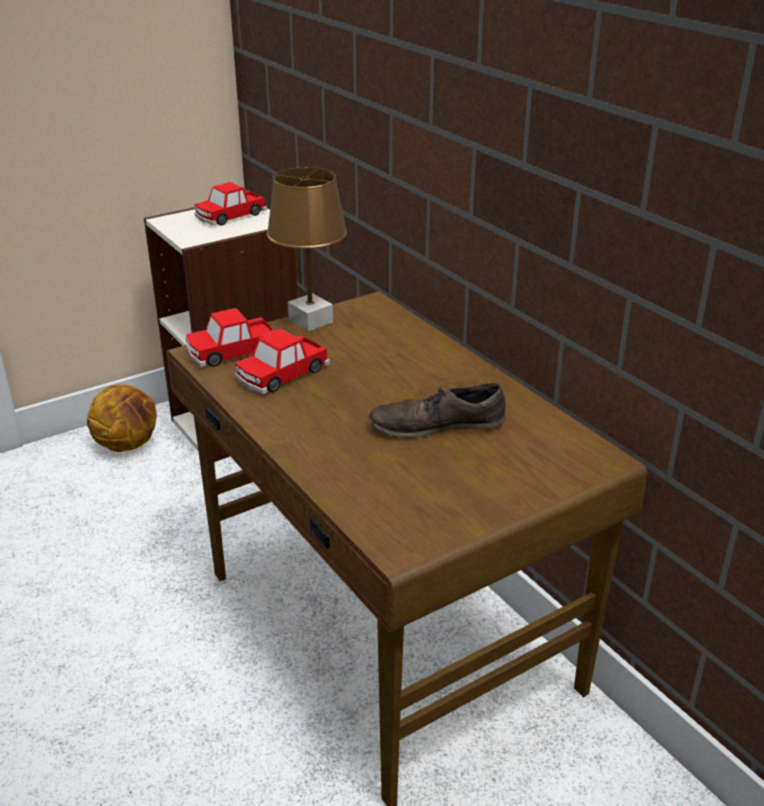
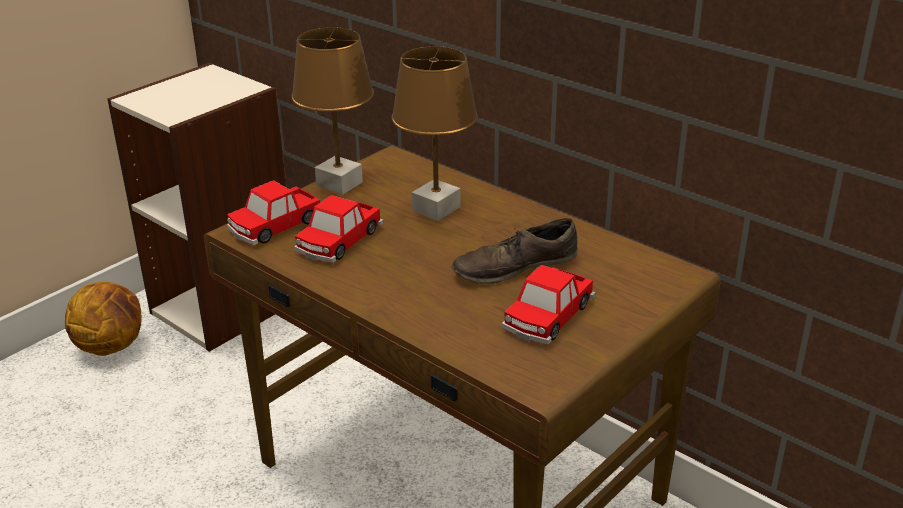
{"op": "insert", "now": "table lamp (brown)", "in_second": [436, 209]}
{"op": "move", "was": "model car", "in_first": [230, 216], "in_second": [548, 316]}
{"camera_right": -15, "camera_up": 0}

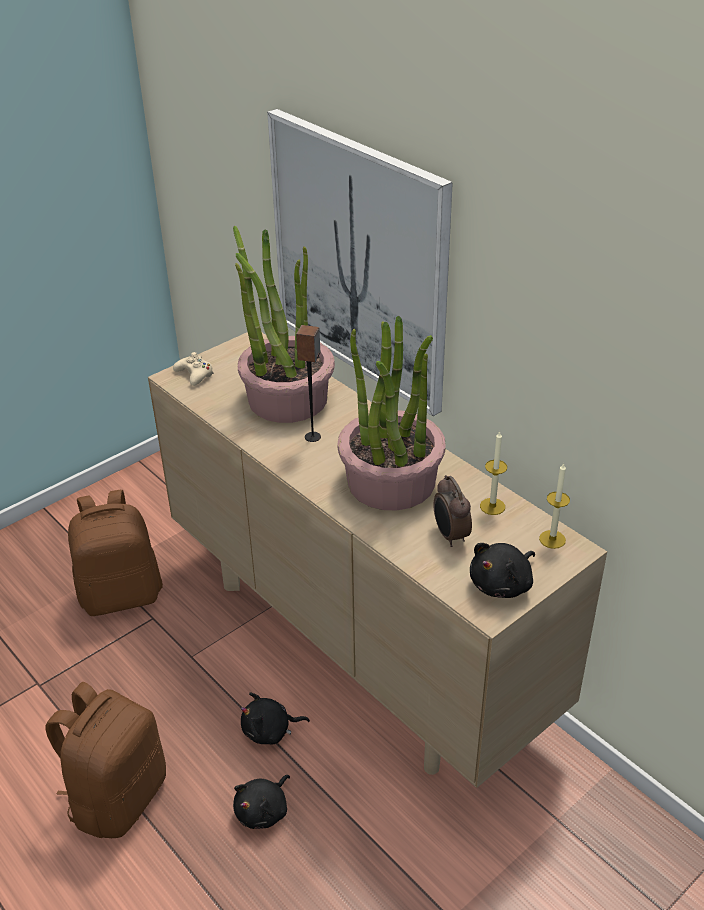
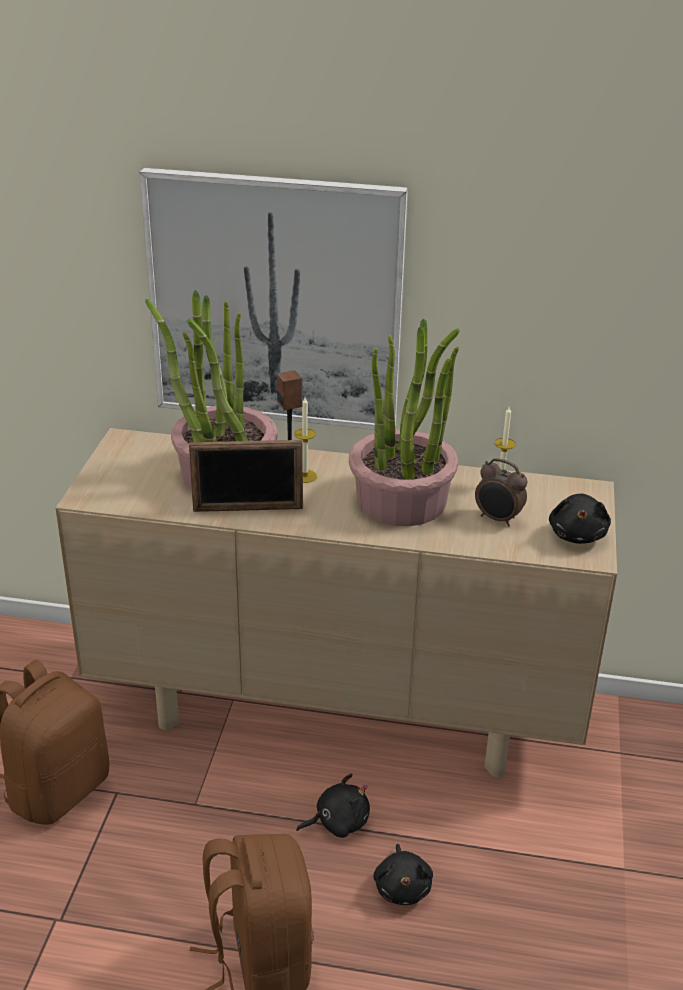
{"op": "insert", "now": "picture frame", "in_second": [248, 509]}
{"op": "move", "was": "wax light", "in_first": [552, 539], "in_second": [304, 476]}
{"op": "rotate", "was": "plush toy (black-coloured)", "in_first": [270, 731], "in_second": [338, 822], "clockwise": -150}
{"op": "delete", "was": "game controller (beige)", "in_first": [195, 374]}
{"camera_right": -40, "camera_up": -5}

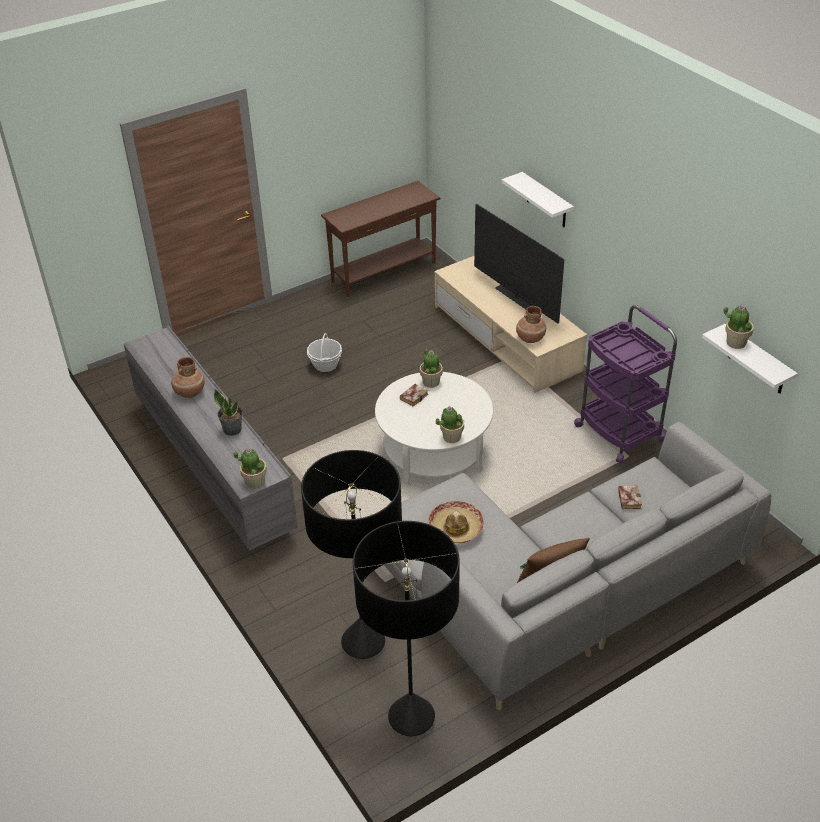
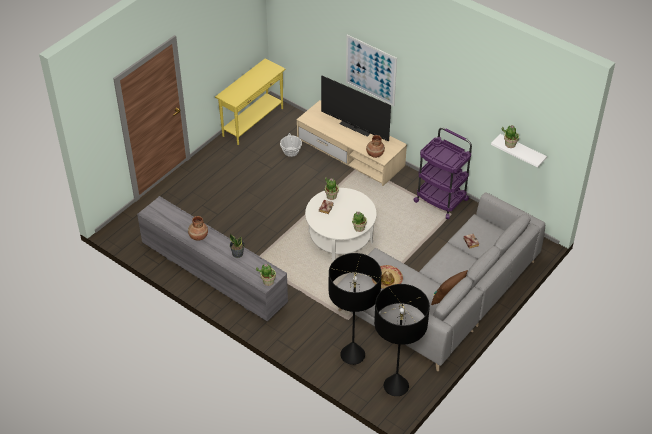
{"op": "recolor", "was": "narrow table (brown)", "now": "narrow table (yellowish)", "in_first": [384, 272], "in_second": [253, 122]}
{"op": "move", "was": "basket", "in_first": [325, 364], "in_second": [291, 151]}
{"op": "replace", "was": "wall shelf (whitish)", "now": "wall picture", "in_first": [546, 201], "in_second": [370, 70]}
{"camera_right": -20, "camera_up": 5}

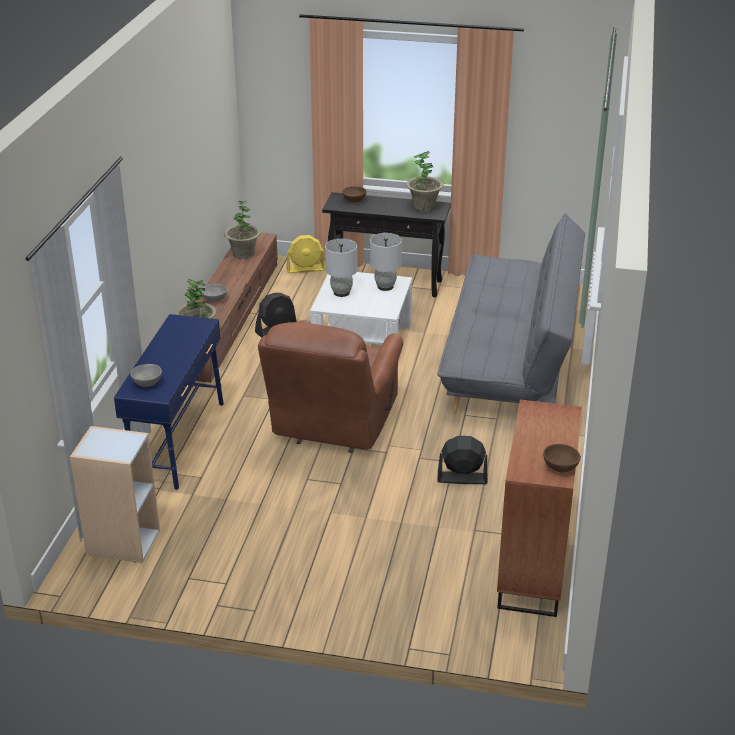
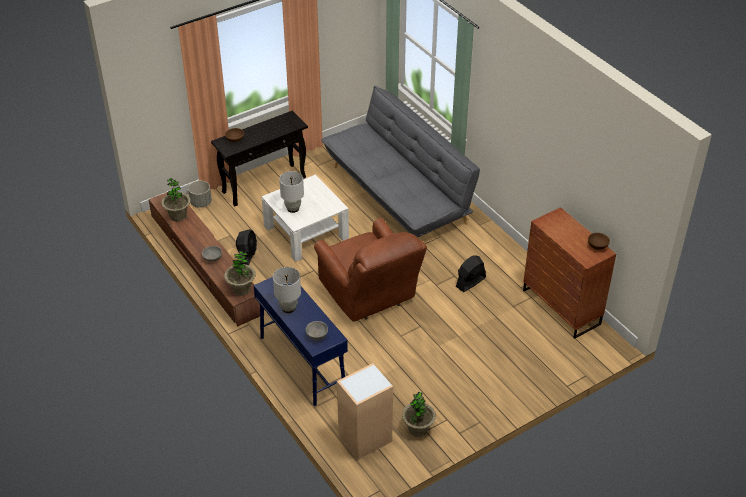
{"op": "replace", "was": "electric fan (yellowish)", "now": "planter (grey)", "in_first": [306, 269], "in_second": [201, 203]}
{"op": "move", "was": "table lamp (whitish)", "in_first": [385, 286], "in_second": [288, 308]}
{"op": "move", "was": "potted plant", "in_first": [424, 206], "in_second": [418, 429]}
{"camera_right": -45, "camera_up": 10}

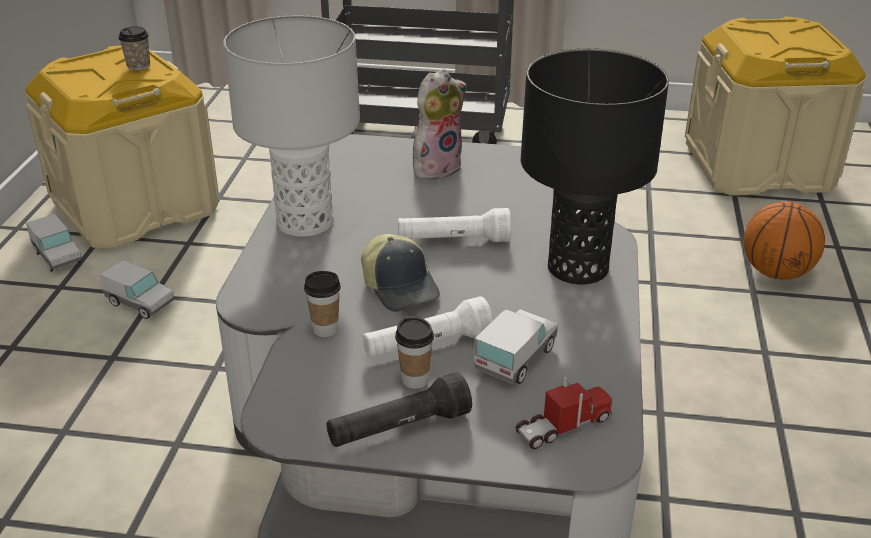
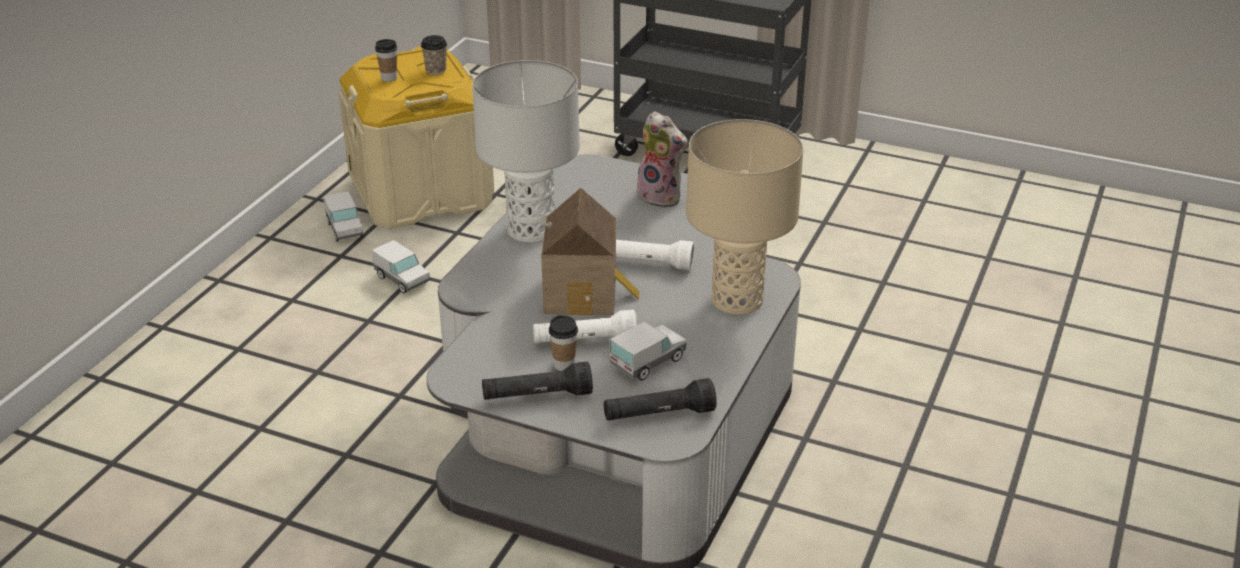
{"op": "move", "was": "drinking cup", "in_first": [325, 329], "in_second": [389, 78]}
{"op": "replace", "was": "cap", "now": "toy house", "in_first": [401, 287], "in_second": [585, 294]}
{"op": "replace", "was": "model truck", "now": "torch (black-coloured)", "in_first": [563, 426], "in_second": [658, 415]}
{"op": "rotate", "was": "plush toy", "in_first": [436, 167], "in_second": [662, 197], "clockwise": 60}
{"op": "recolor", "was": "table lamp (black-coloured)", "now": "table lamp (beige)", "in_first": [579, 267], "in_second": [738, 299]}
{"op": "delete", "was": "storage bin (beige)", "in_first": [758, 166]}
{"op": "delete", "was": "ball for basketball", "in_first": [776, 272]}
{"camera_right": 15, "camera_up": 0}

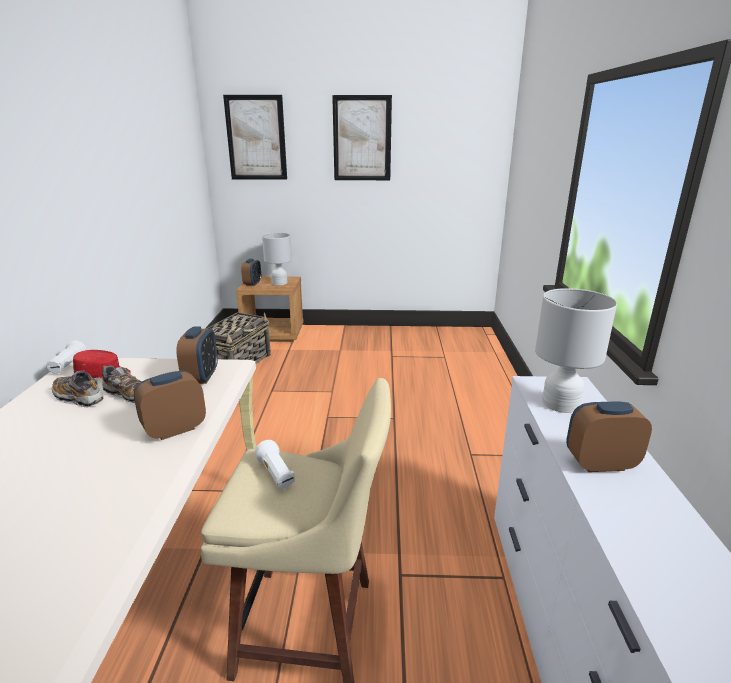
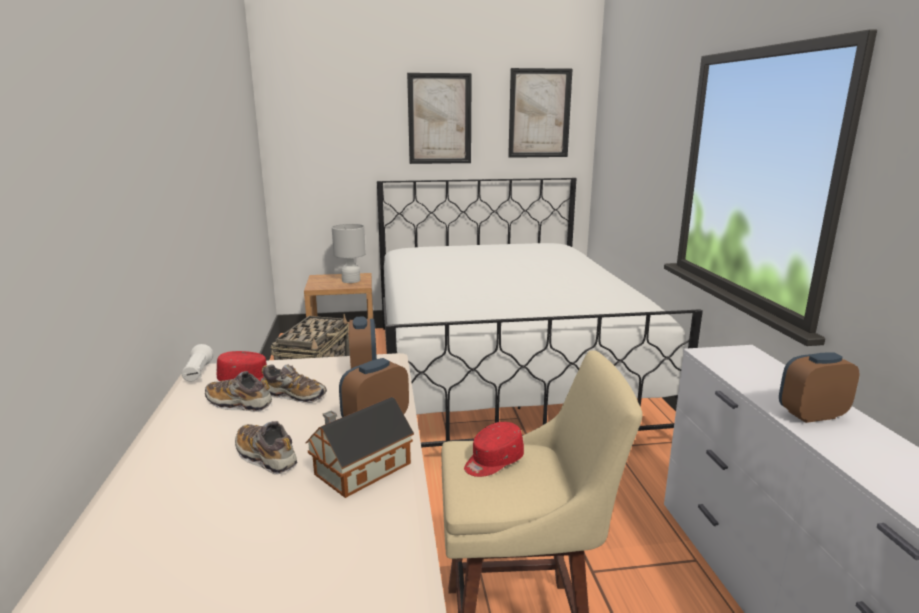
{"op": "insert", "now": "item of footwear", "in_second": [266, 457]}
{"op": "insert", "now": "toy house", "in_second": [359, 470]}
{"op": "insert", "now": "bed (whitish)", "in_second": [502, 374]}
{"op": "replace", "was": "torch (whitish)", "now": "cap (red)", "in_first": [276, 474], "in_second": [493, 461]}
{"op": "move", "was": "wall picture", "in_first": [256, 138], "in_second": [539, 113]}
{"op": "delete", "was": "table clock", "in_first": [252, 283]}
{"op": "delete", "was": "table lamp (grey)", "in_first": [560, 403]}
{"camera_right": -10, "camera_up": -5}

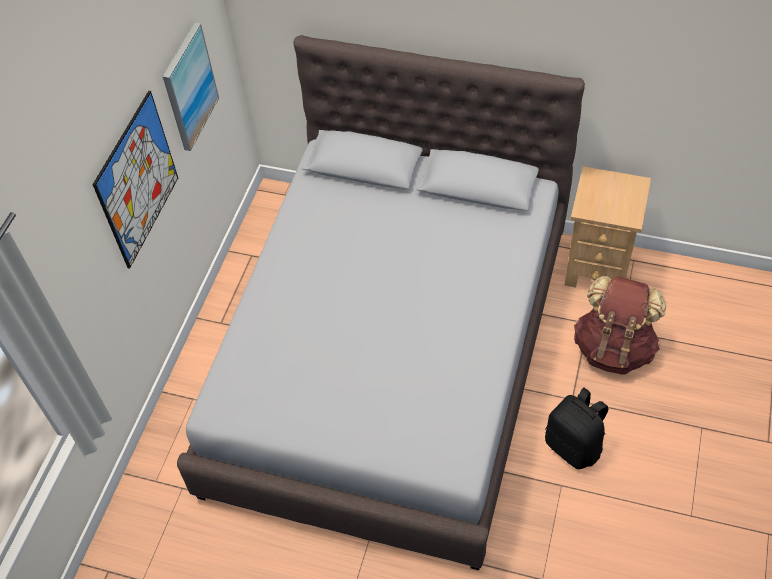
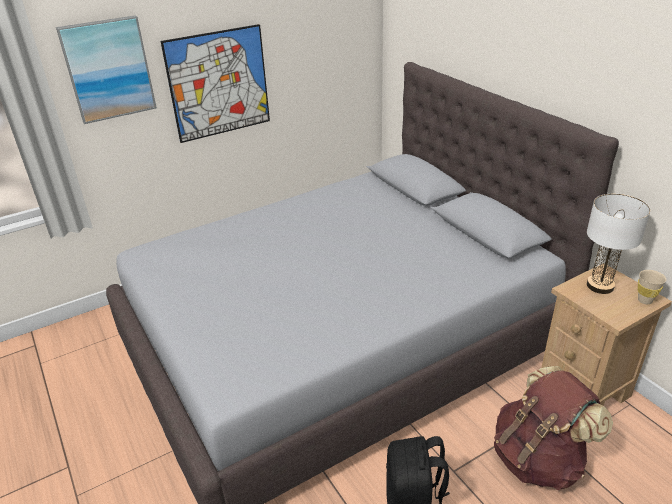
{"op": "move", "was": "wall picture", "in_first": [189, 87], "in_second": [108, 69]}
{"op": "insert", "now": "table lamp", "in_second": [600, 286]}
{"op": "insert", "now": "drinking cup (beige)", "in_second": [644, 300]}
{"camera_right": 40, "camera_up": -20}

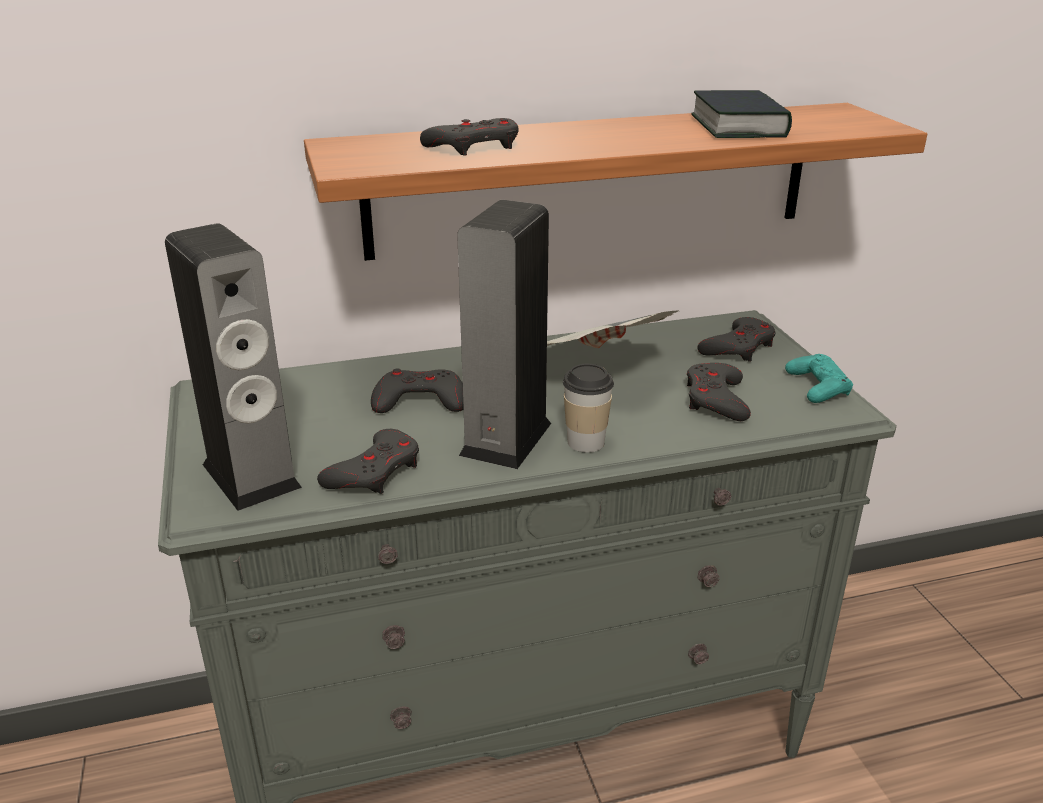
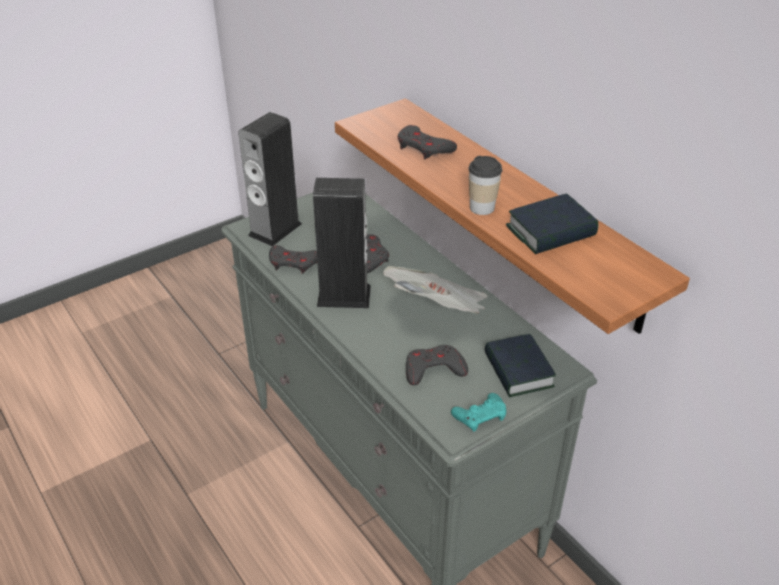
{"op": "move", "was": "drinking cup", "in_first": [585, 442], "in_second": [482, 208]}
{"op": "replace", "was": "game controller (grey)", "now": "volume", "in_first": [738, 347], "in_second": [518, 371]}
{"camera_right": 70, "camera_up": 10}

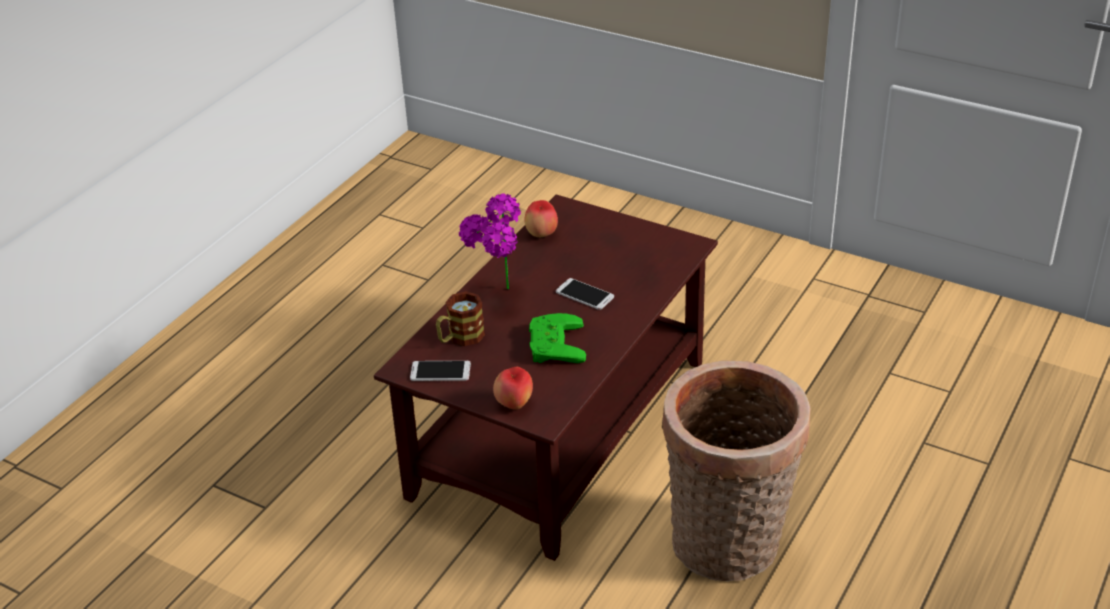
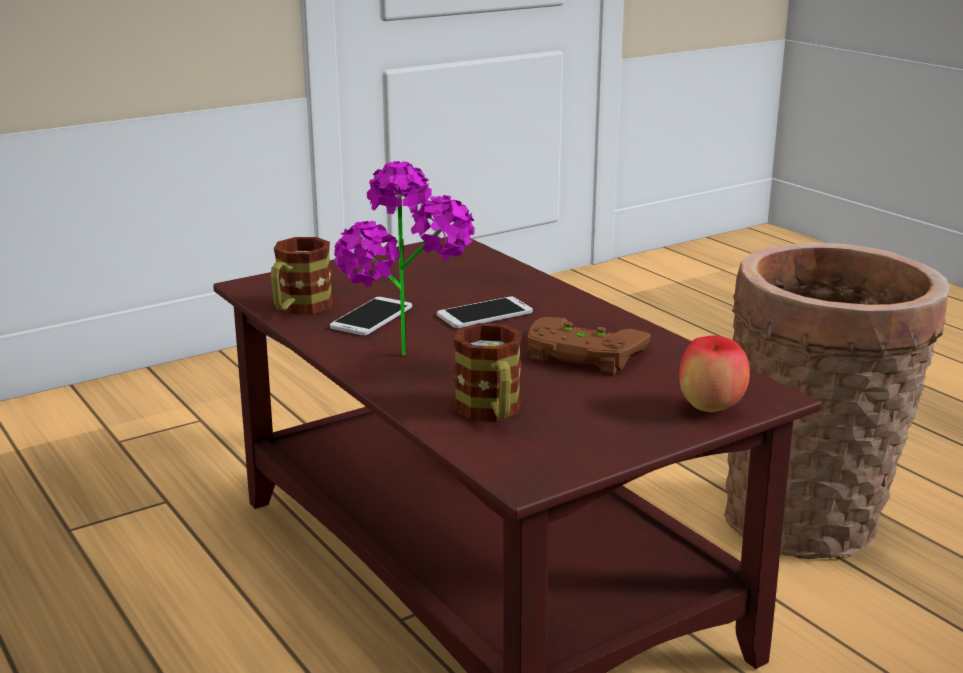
{"op": "replace", "was": "whole apple", "now": "coffee mug", "in_first": [541, 234], "in_second": [299, 308]}
{"op": "move", "was": "handset", "in_first": [440, 371], "in_second": [371, 317]}
{"op": "recolor", "was": "game controller (green-coloured)", "now": "game controller (brown)", "in_first": [552, 344], "in_second": [581, 355]}
{"camera_right": -65, "camera_up": -15}

